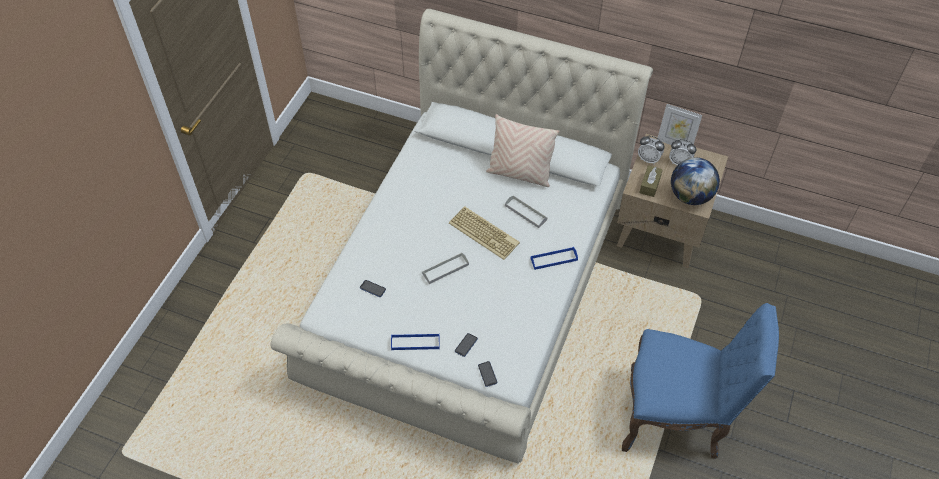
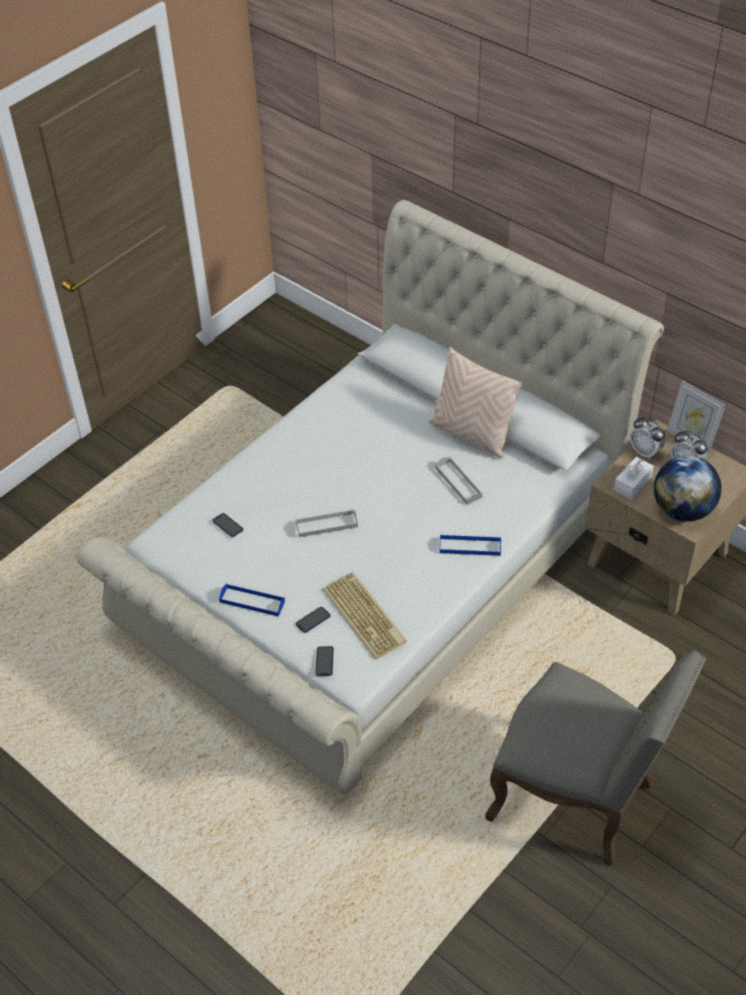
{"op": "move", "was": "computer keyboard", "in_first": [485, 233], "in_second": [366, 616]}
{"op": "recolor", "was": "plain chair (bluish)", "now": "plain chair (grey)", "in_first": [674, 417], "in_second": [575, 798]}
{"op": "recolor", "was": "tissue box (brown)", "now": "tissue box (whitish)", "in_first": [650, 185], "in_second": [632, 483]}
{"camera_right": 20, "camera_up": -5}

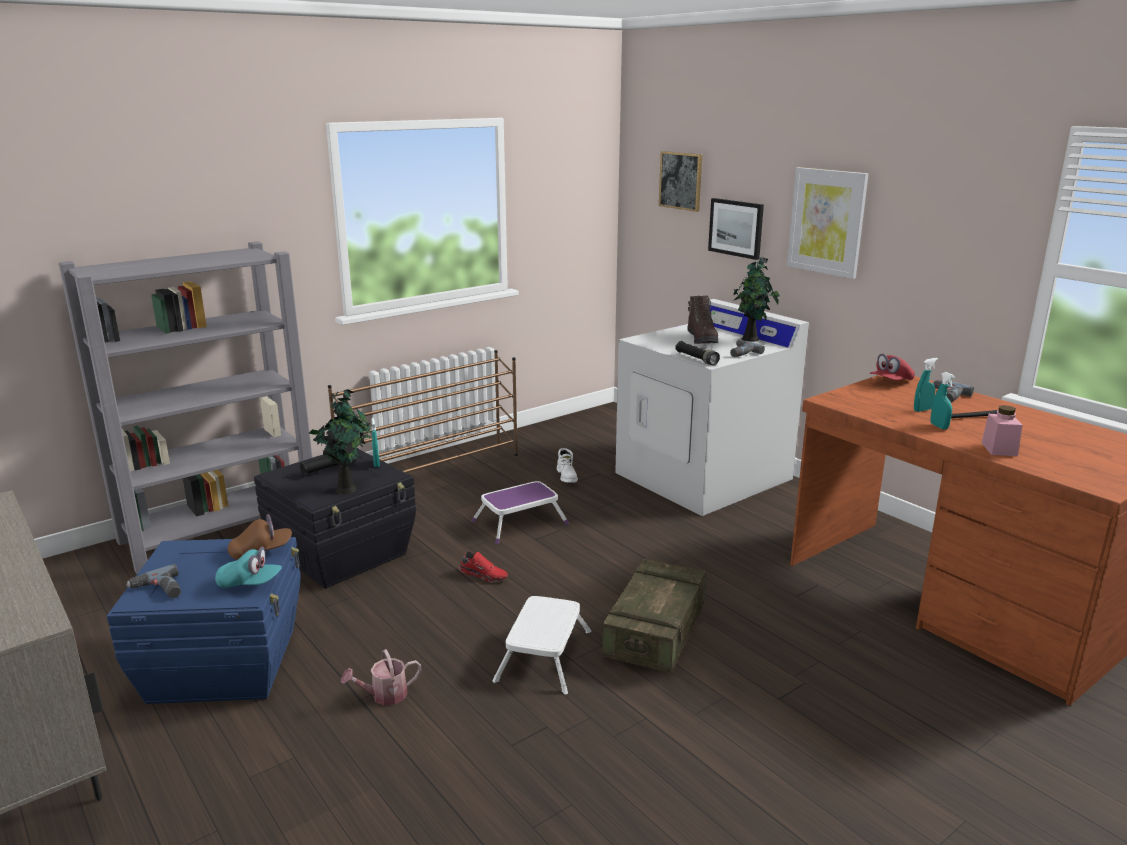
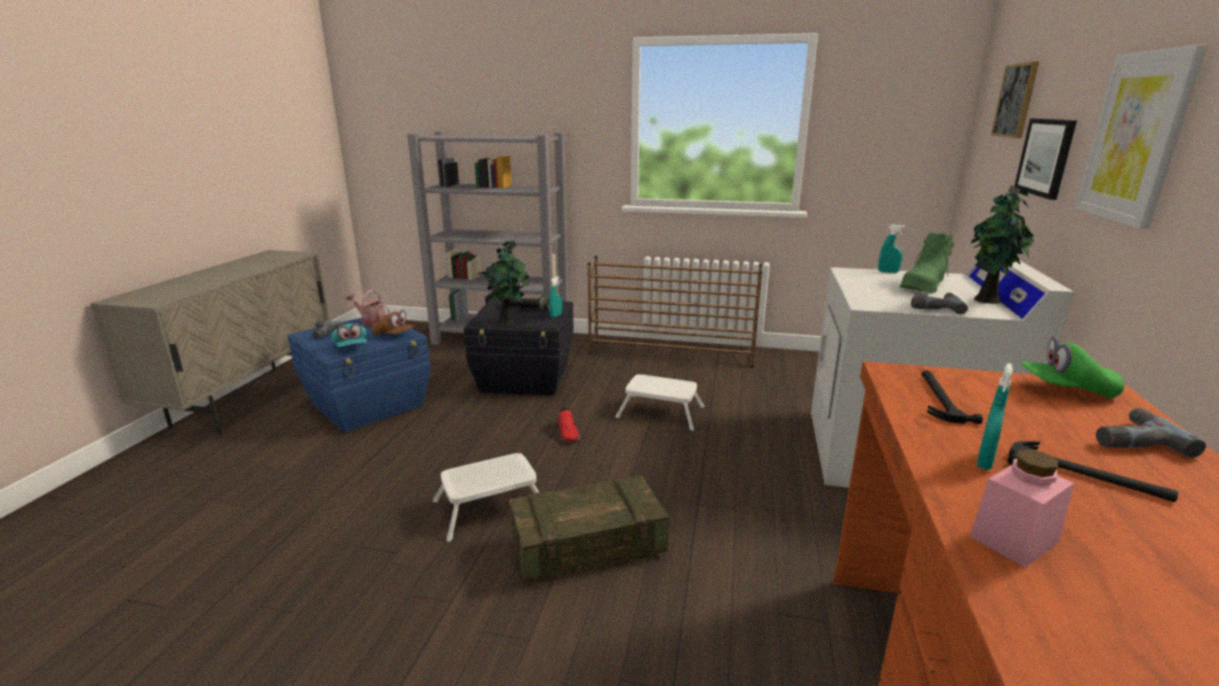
{"op": "move", "was": "watering pot", "in_first": [384, 696], "in_second": [371, 322]}
{"op": "recolor", "was": "step ladder (purplish)", "now": "step ladder (whitish)", "in_first": [519, 522], "in_second": [660, 411]}
{"op": "move", "was": "hand sprayer (turquoise-coloured)", "in_first": [922, 410], "in_second": [888, 272]}
{"op": "recolor", "was": "high-top boot (brown)", "now": "high-top boot (green-coloured)", "in_first": [702, 339], "in_second": [924, 286]}
{"op": "insert", "now": "hand hammer", "in_second": [939, 398]}
{"op": "recolor", "was": "cap (red)", "now": "cap (green-coloured)", "in_first": [891, 382], "in_second": [1066, 390]}
{"op": "delete", "was": "high-top boot (whitish)", "in_first": [567, 476]}
{"op": "delete", "was": "torch (black-coloured)", "in_first": [696, 359]}
{"camera_right": 50, "camera_up": 0}

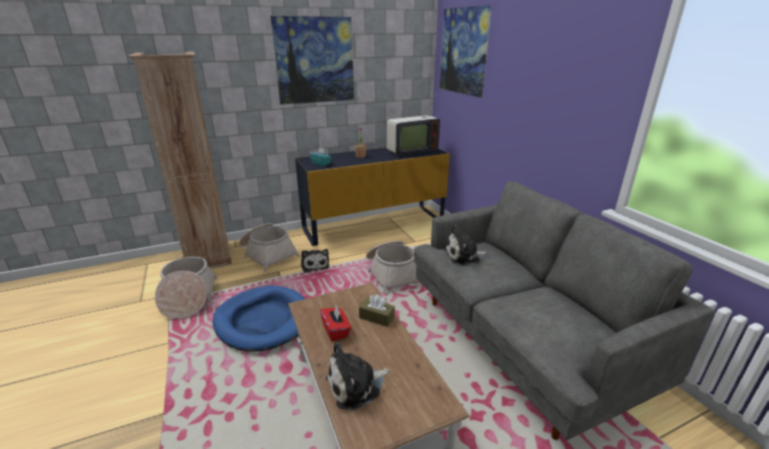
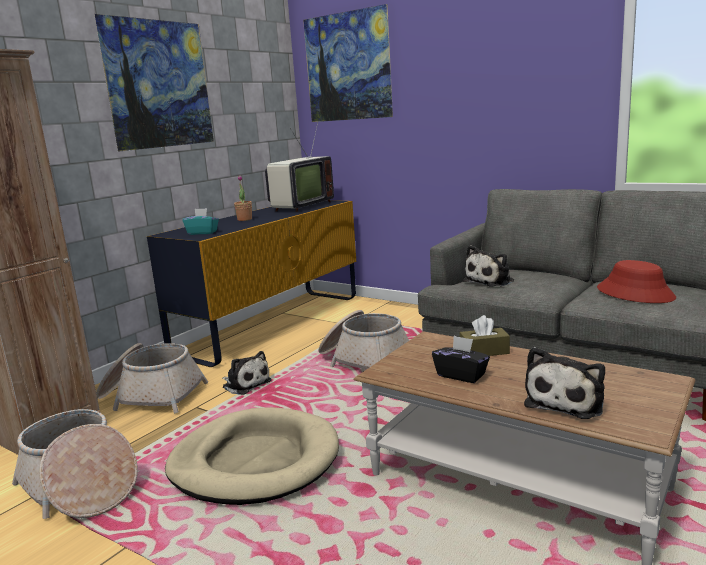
{"op": "recolor", "was": "pet bed (bluish)", "now": "pet bed (beige)", "in_first": [263, 320], "in_second": [255, 461]}
{"op": "recolor", "was": "tissue box (red)", "now": "tissue box (black-coloured)", "in_first": [336, 331], "in_second": [461, 375]}
{"op": "insert", "now": "hat (red)", "in_second": [635, 293]}
{"camera_right": -30, "camera_up": -10}

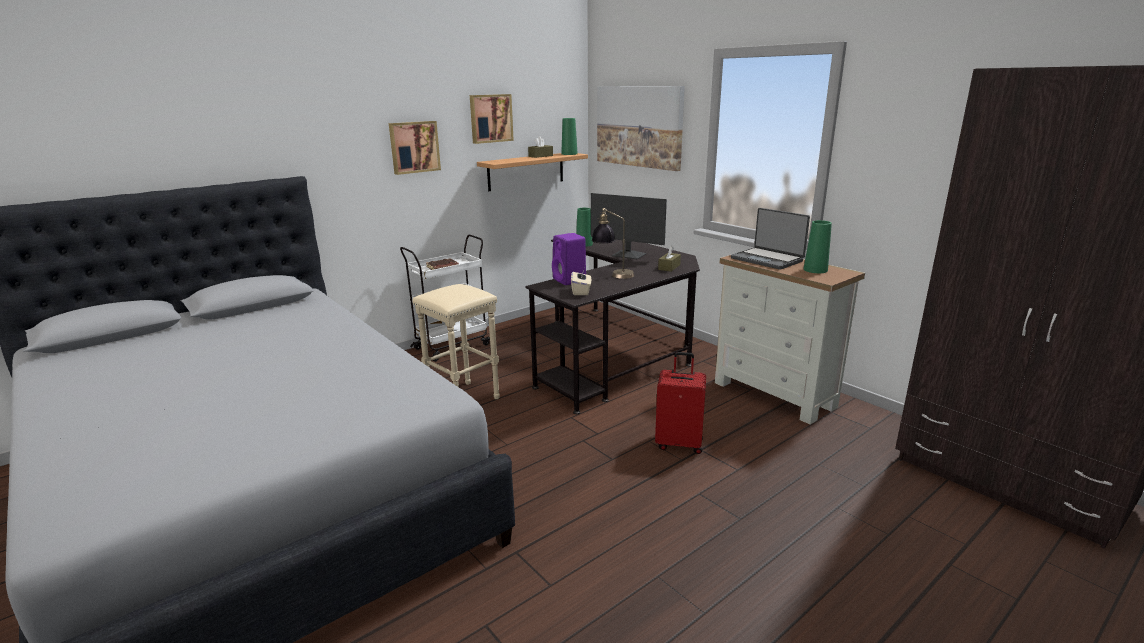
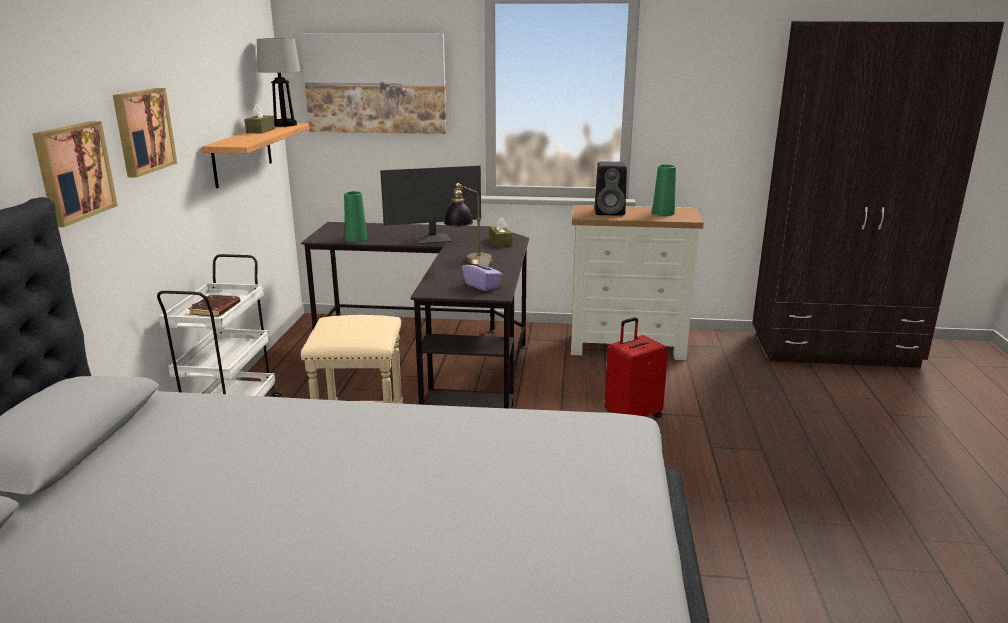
{"op": "move", "was": "wall picture", "in_first": [490, 118], "in_second": [73, 172]}
{"op": "replace", "was": "flower vase (green-coloured)", "now": "table lamp", "in_first": [569, 154], "in_second": [284, 125]}
{"op": "recolor", "was": "tissue box (beige)", "now": "tissue box (purplish)", "in_first": [581, 291], "in_second": [482, 286]}
{"op": "replace", "was": "laptop", "now": "audio speaker (black-coloured)", "in_first": [767, 259], "in_second": [610, 212]}
{"op": "delete", "was": "audio speaker (purplish)", "in_first": [570, 280]}
{"camera_right": -45, "camera_up": 0}

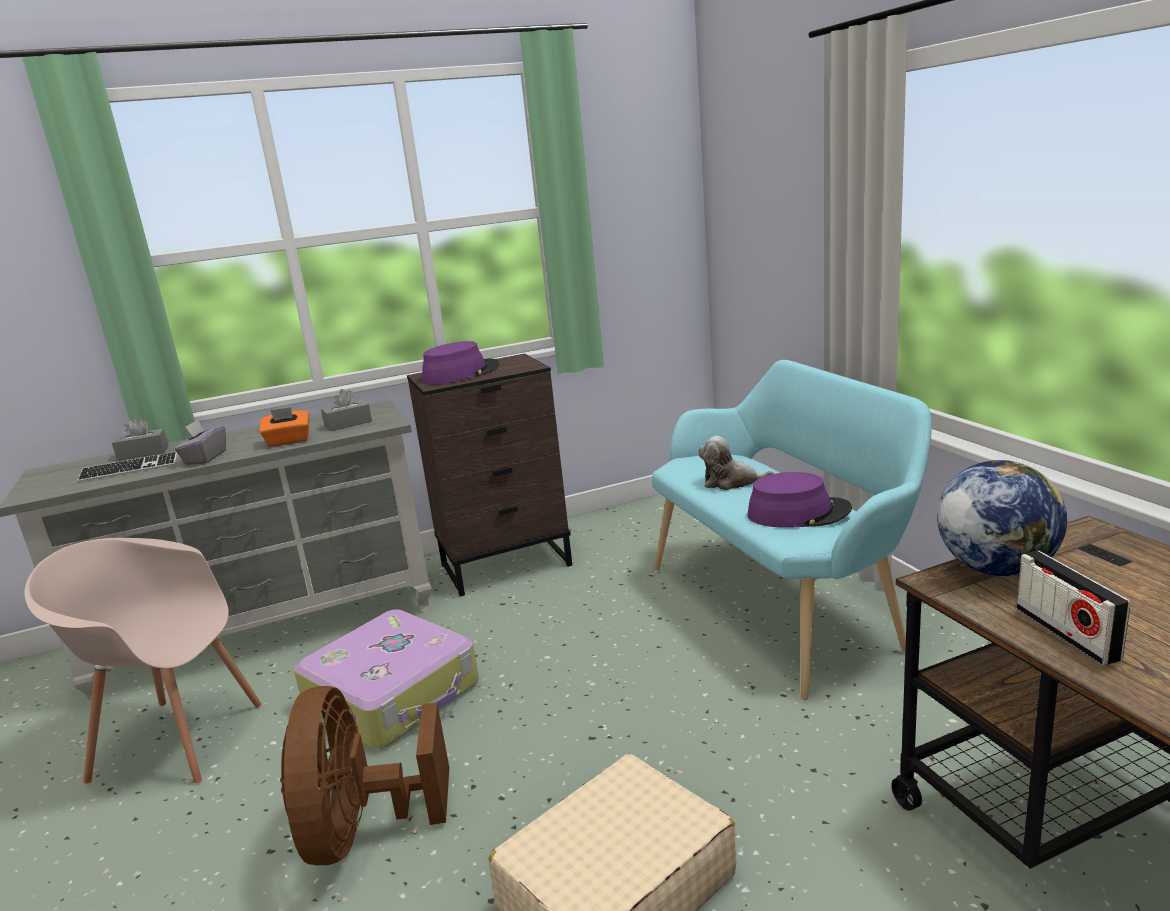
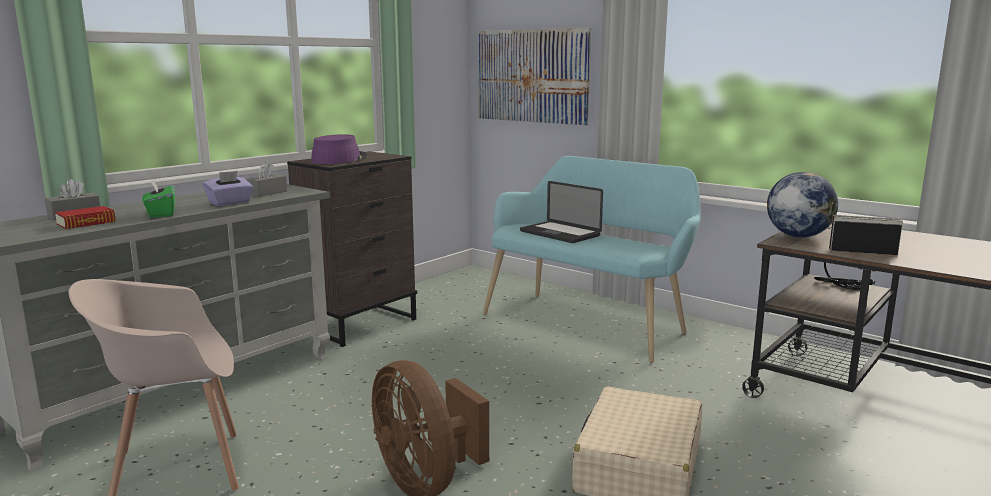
{"op": "replace", "was": "computer keyboard", "now": "volume", "in_first": [129, 469], "in_second": [86, 223]}
{"op": "recolor", "was": "tissue box (grey)", "now": "tissue box (green-coloured)", "in_first": [205, 458], "in_second": [161, 214]}
{"op": "recolor", "was": "tissue box (orange-coloured)", "now": "tissue box (purplish)", "in_first": [289, 441], "in_second": [230, 203]}
{"op": "insert", "now": "wall picture", "in_second": [532, 76]}
{"op": "replace", "was": "plush toy", "now": "laptop", "in_first": [731, 482], "in_second": [559, 233]}
{"op": "rotate", "was": "radio receiver", "in_first": [1066, 633], "in_second": [862, 251], "clockwise": 150}
{"op": "delete", "was": "travel case", "in_first": [394, 695]}
{"op": "delete", "was": "hat (purplish)", "in_first": [798, 513]}
{"camera_right": -30, "camera_up": -5}

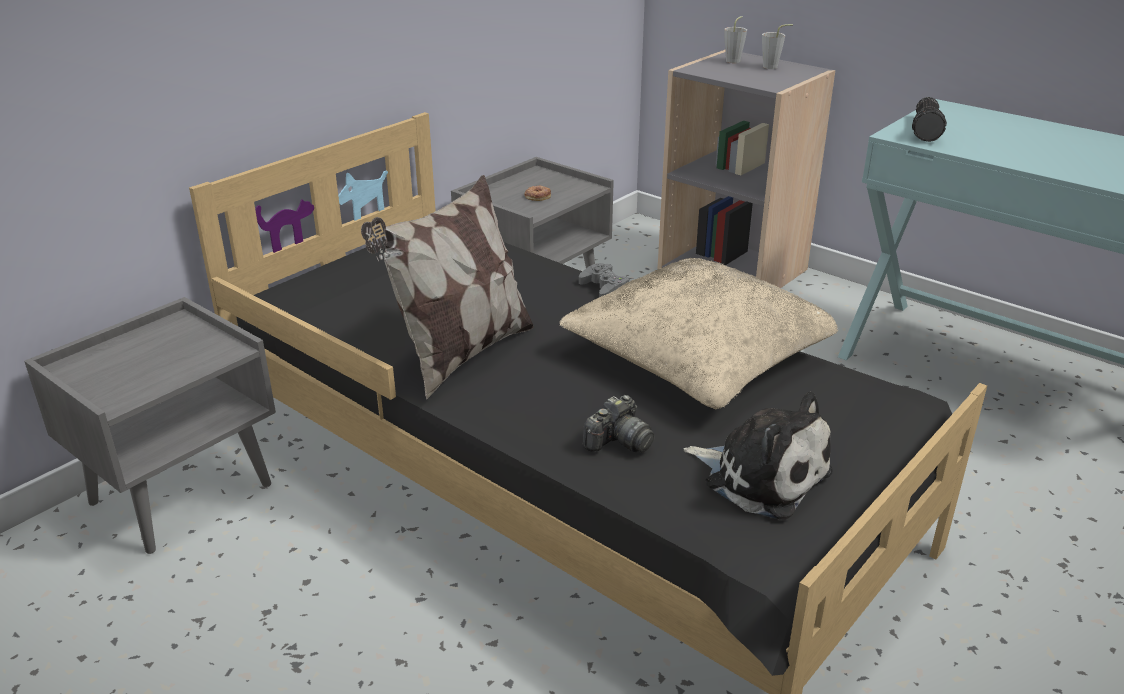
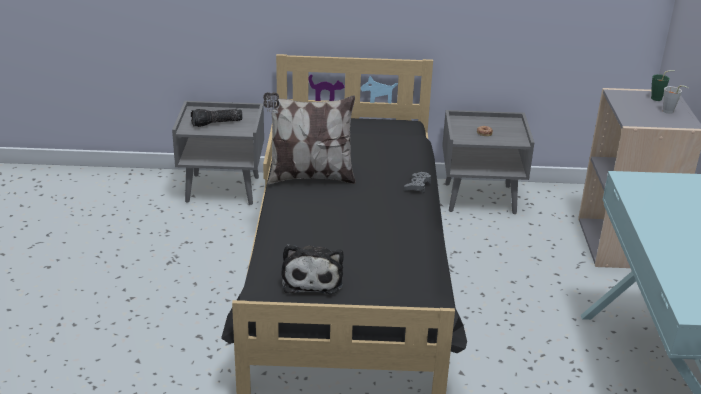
{"op": "move", "was": "torch", "in_first": [927, 130], "in_second": [216, 123]}
{"op": "recolor", "was": "drinking cup (grey)", "now": "drinking cup (green-coloured)", "in_first": [734, 60], "in_second": [658, 98]}
{"op": "delete", "was": "cushion (beige)", "in_first": [699, 353]}
{"op": "delete", "was": "photo camera", "in_first": [618, 442]}
{"camera_right": 50, "camera_up": 0}

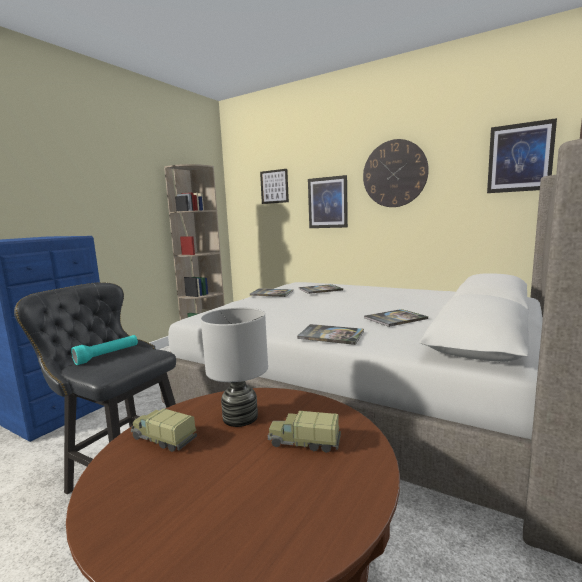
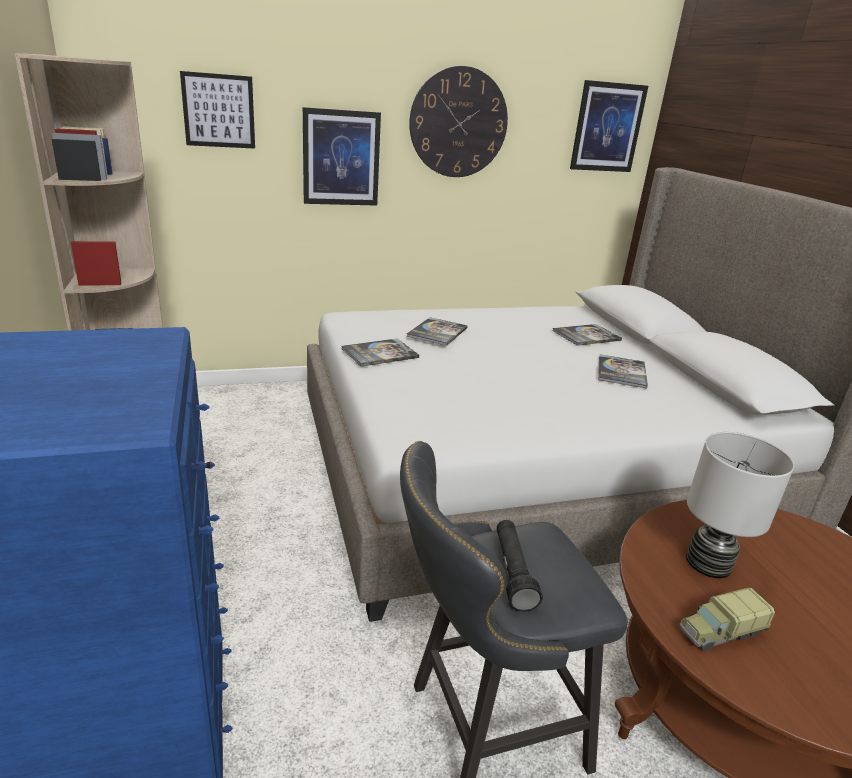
{"op": "recolor", "was": "torch (turquoise-coloured)", "now": "torch (black-coloured)", "in_first": [107, 356], "in_second": [512, 572]}
{"op": "move", "was": "volume", "in_first": [331, 335], "in_second": [586, 336]}
{"op": "delete", "was": "model truck", "in_first": [304, 442]}
{"camera_right": -50, "camera_up": 15}

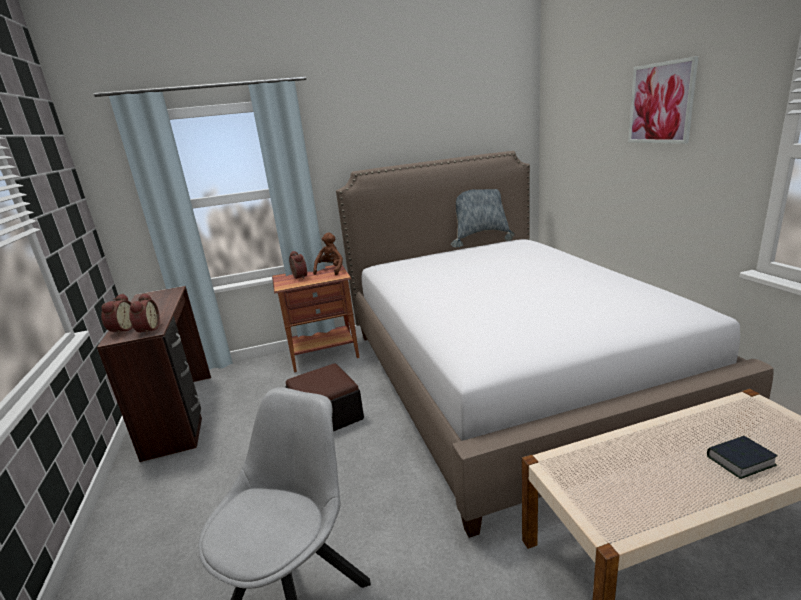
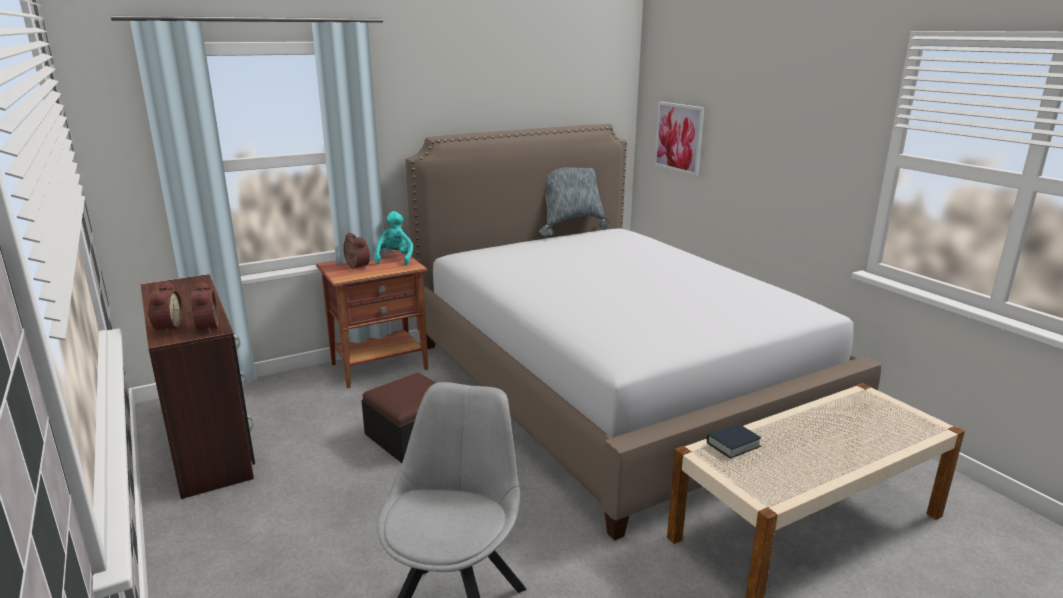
{"op": "recolor", "was": "plush toy (brown)", "now": "plush toy (turquoise-coloured)", "in_first": [330, 270], "in_second": [394, 259]}
{"op": "move", "was": "wall picture", "in_first": [661, 103], "in_second": [679, 137]}
{"op": "move", "was": "volume", "in_first": [740, 461], "in_second": [733, 445]}
{"camera_right": -15, "camera_up": 0}

